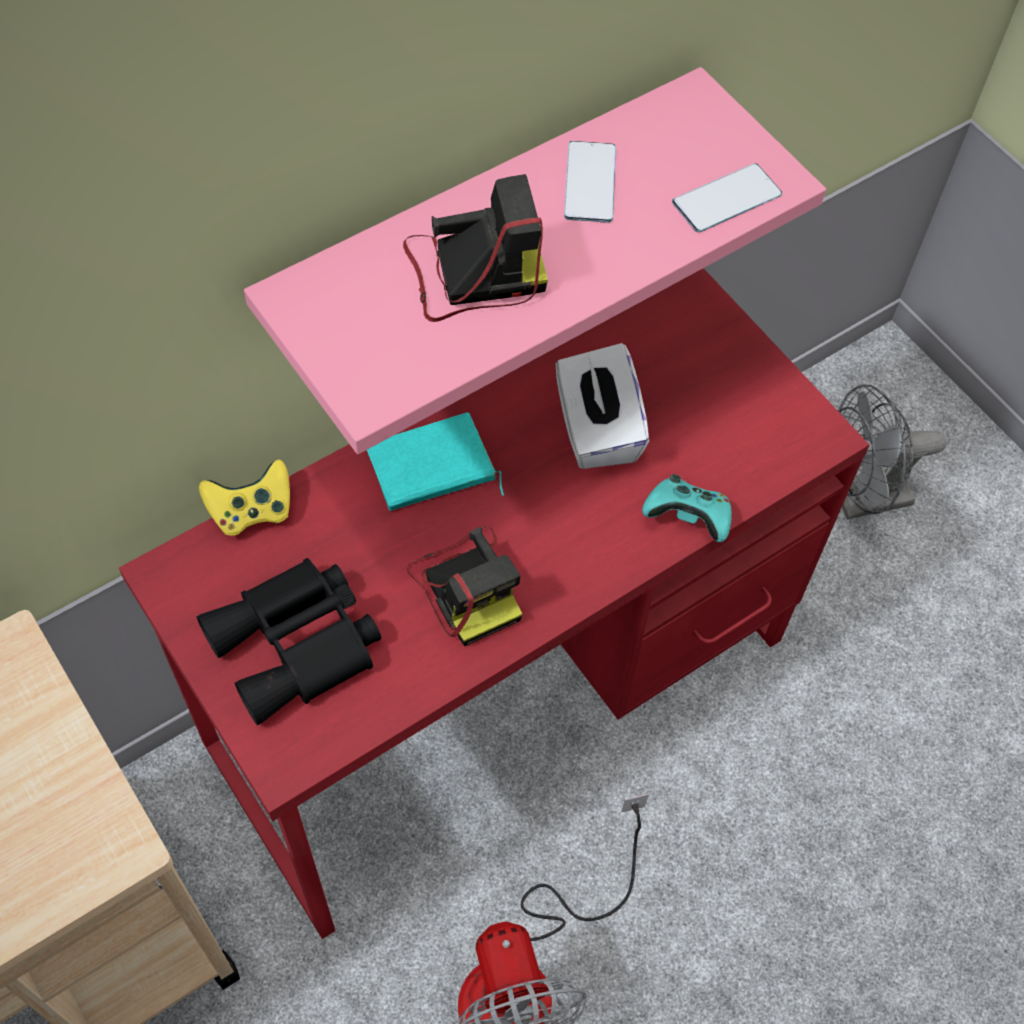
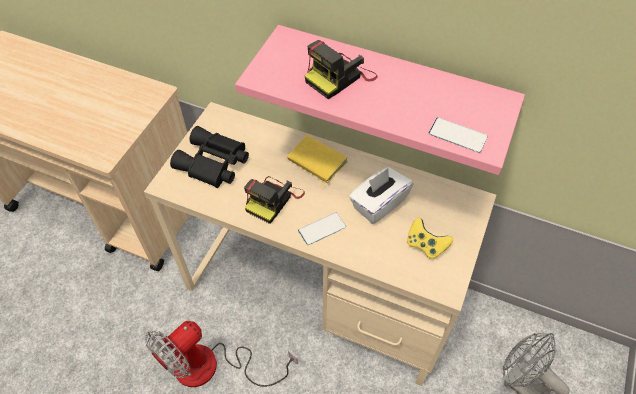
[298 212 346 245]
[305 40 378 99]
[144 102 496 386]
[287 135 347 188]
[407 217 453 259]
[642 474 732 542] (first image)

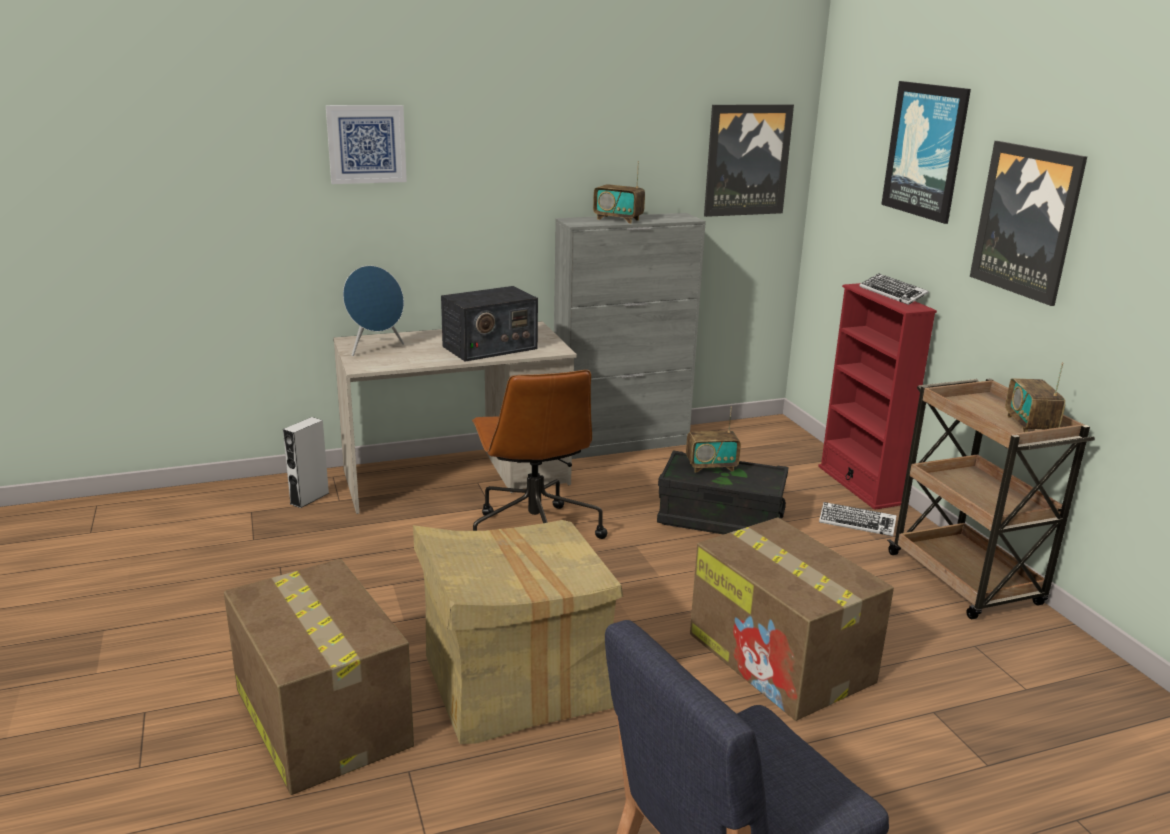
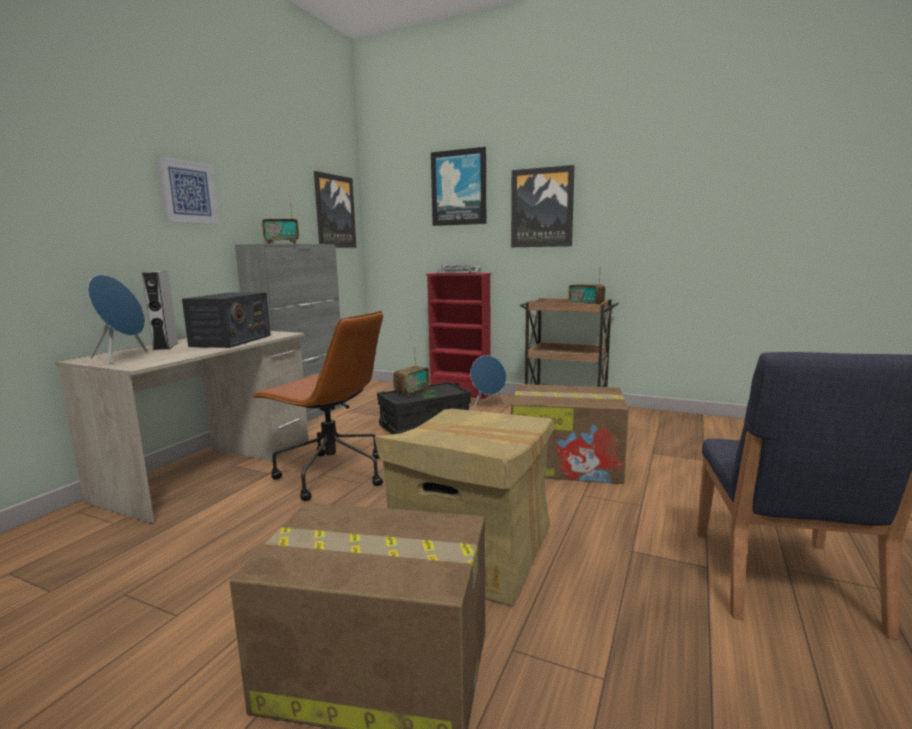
[156 155 219 224]
[142 271 178 350]
[470 356 506 409]

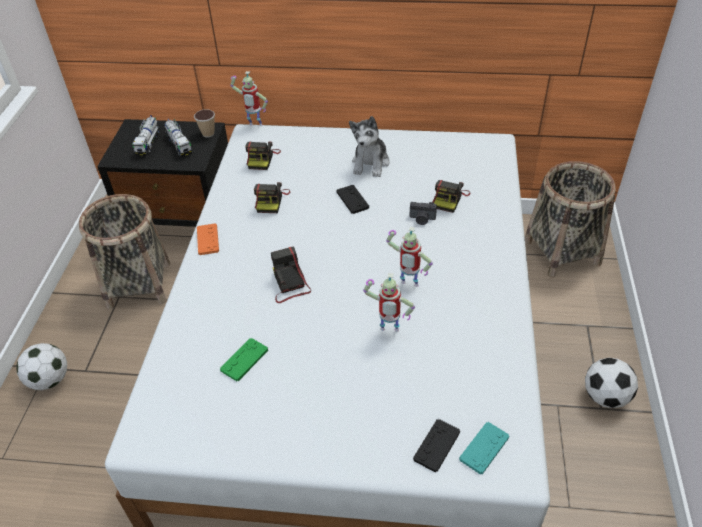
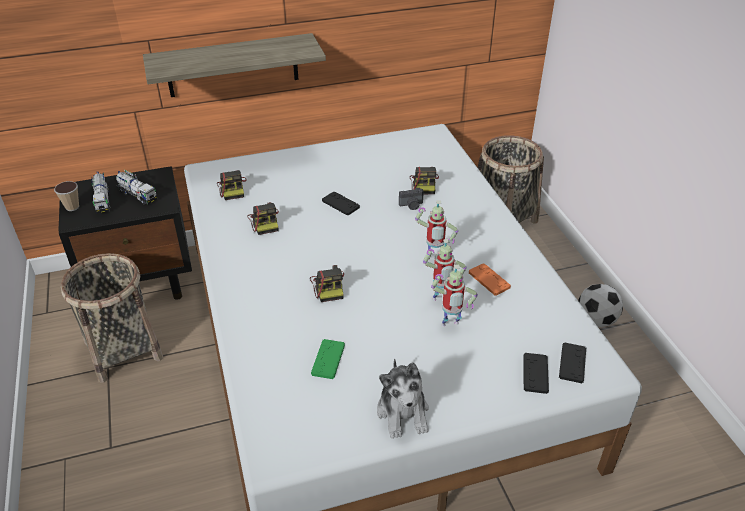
[431 264 478 327]
[54 181 79 211]
[377 359 429 438]
[469 263 511 296]
[310 265 344 302]
[16 343 67 390] (first image)
[559 342 586 383]
[143 33 326 97]

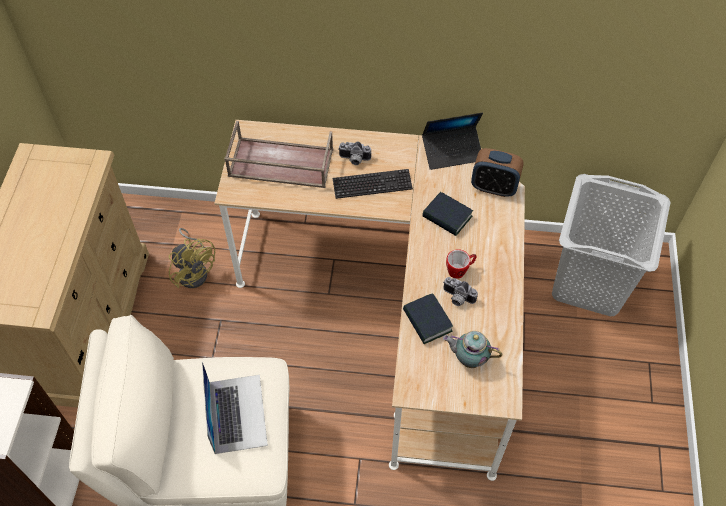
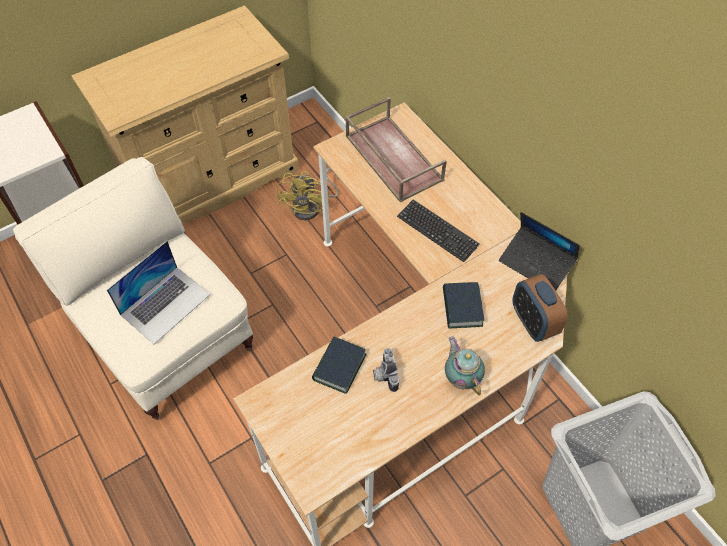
[338 142 371 165] (first image)
[446 249 476 279] (first image)
[445 336 485 395]

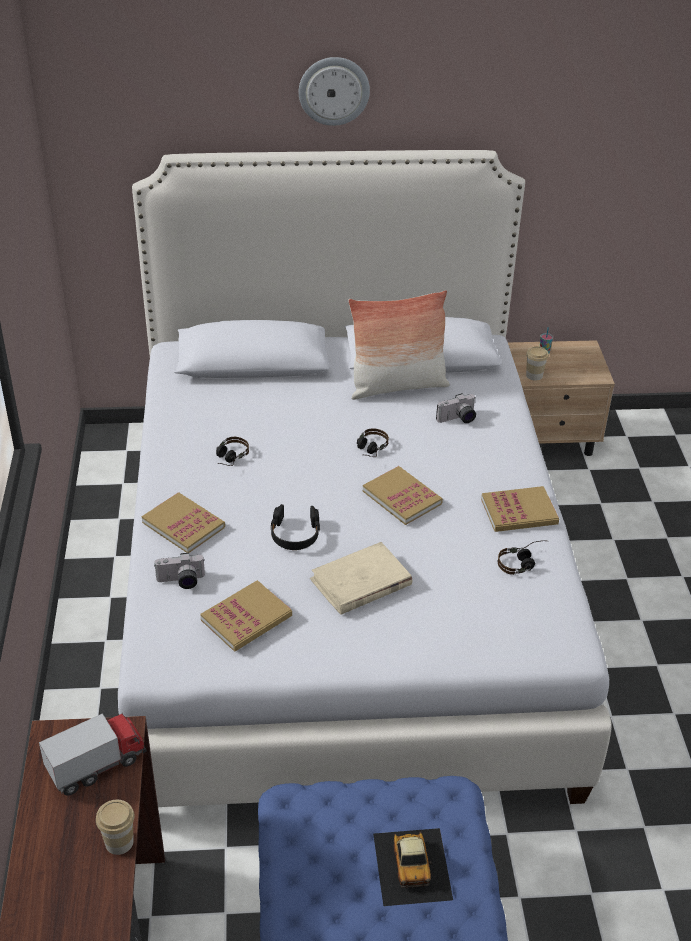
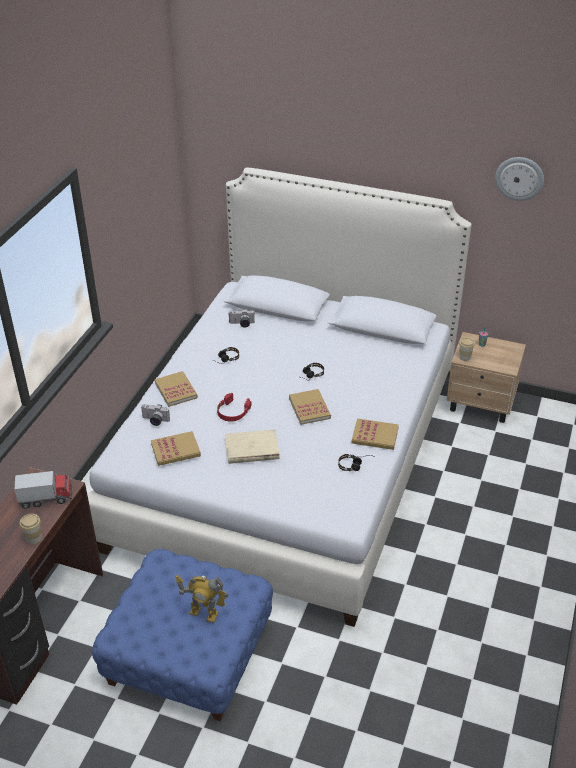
[495 157 544 201]
[348 290 450 400] (first image)
[229 309 255 327]
[217 393 252 422]
[175 575 229 623]

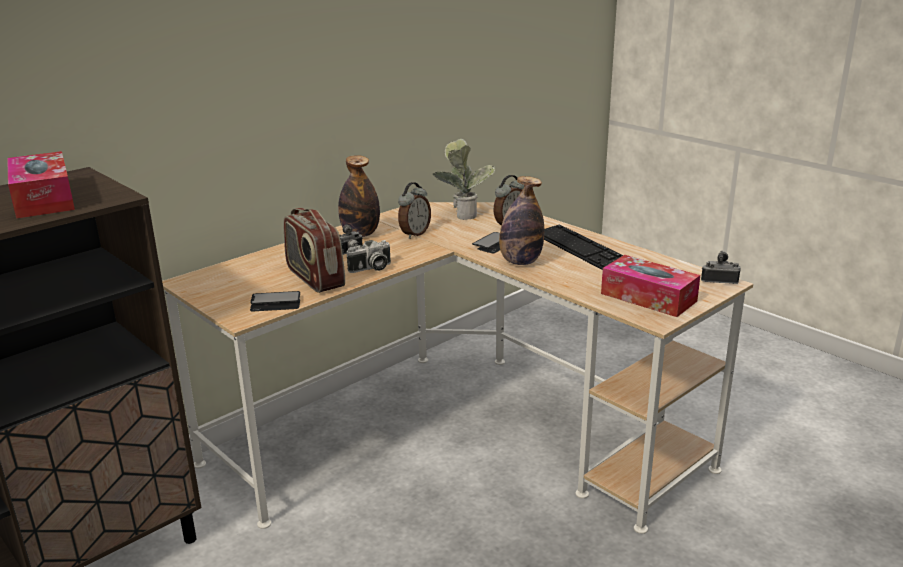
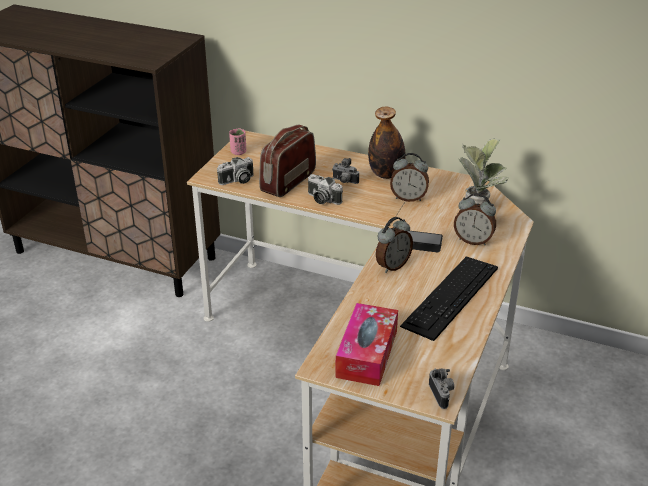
[7 151 75 219] (first image)
[376 217 413 273]
[217 157 254 185]
[229 129 246 155]

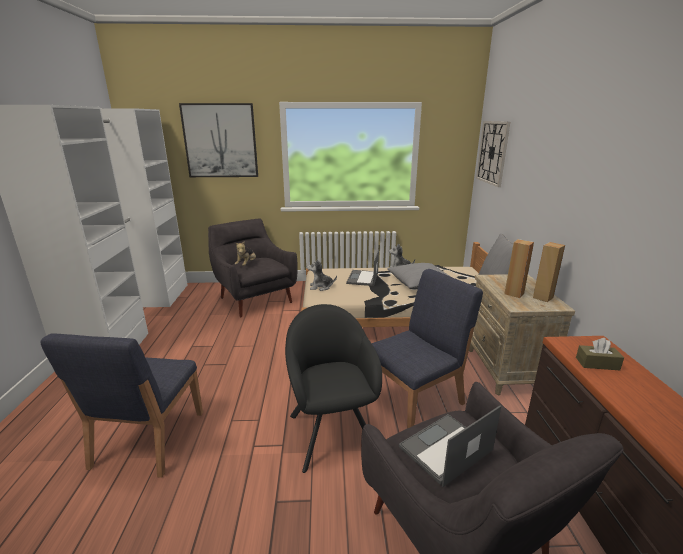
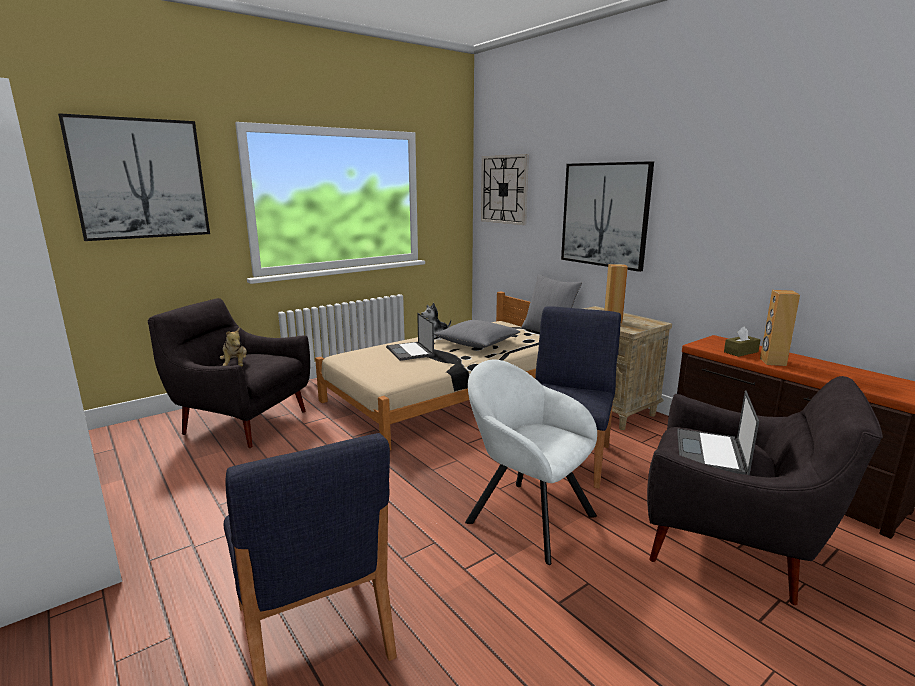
[760 290 800 366]
[307 259 337 291] (first image)
[465 360 597 565]
[561 161 654 272]

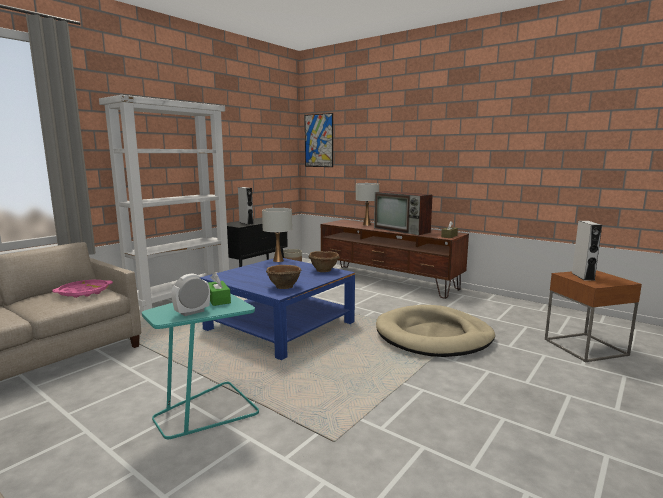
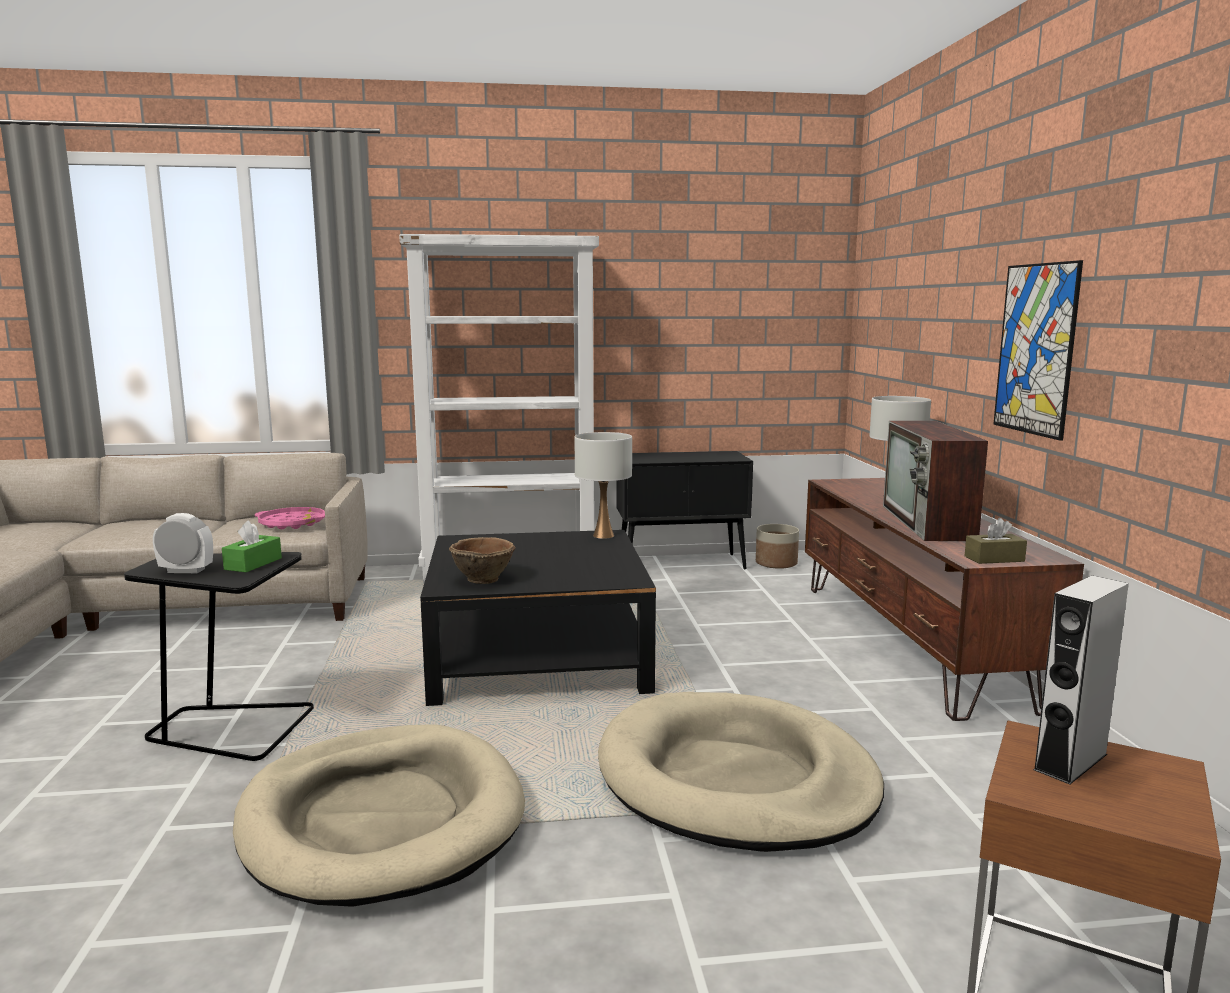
[993 260 1083 441]
[238 187 253 225] (first image)
[309 251 340 272] (first image)
[420 530 656 706]
[124 552 314 761]
[233 724 525 907]

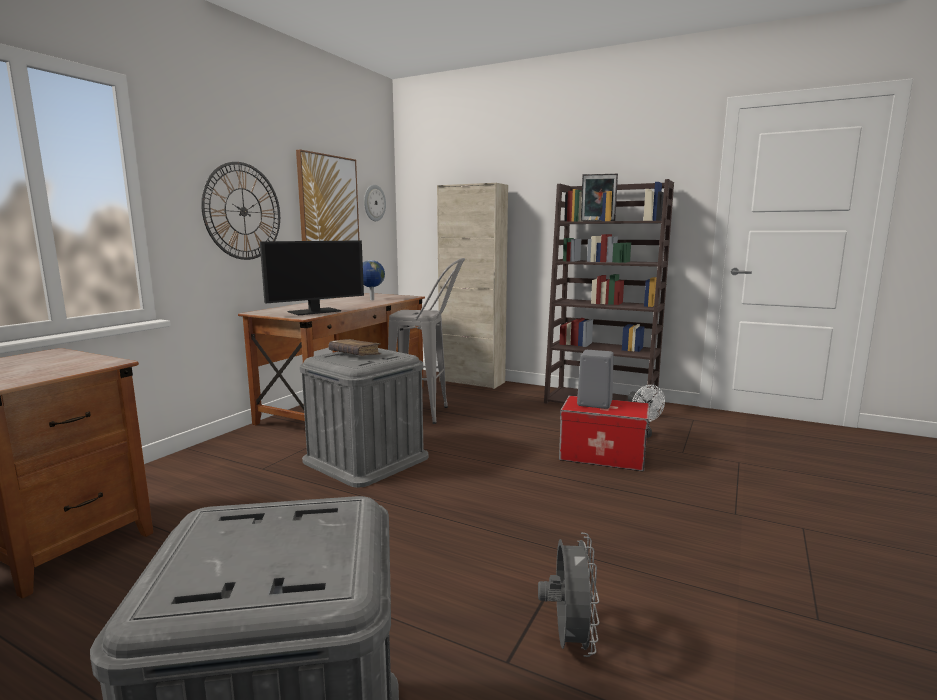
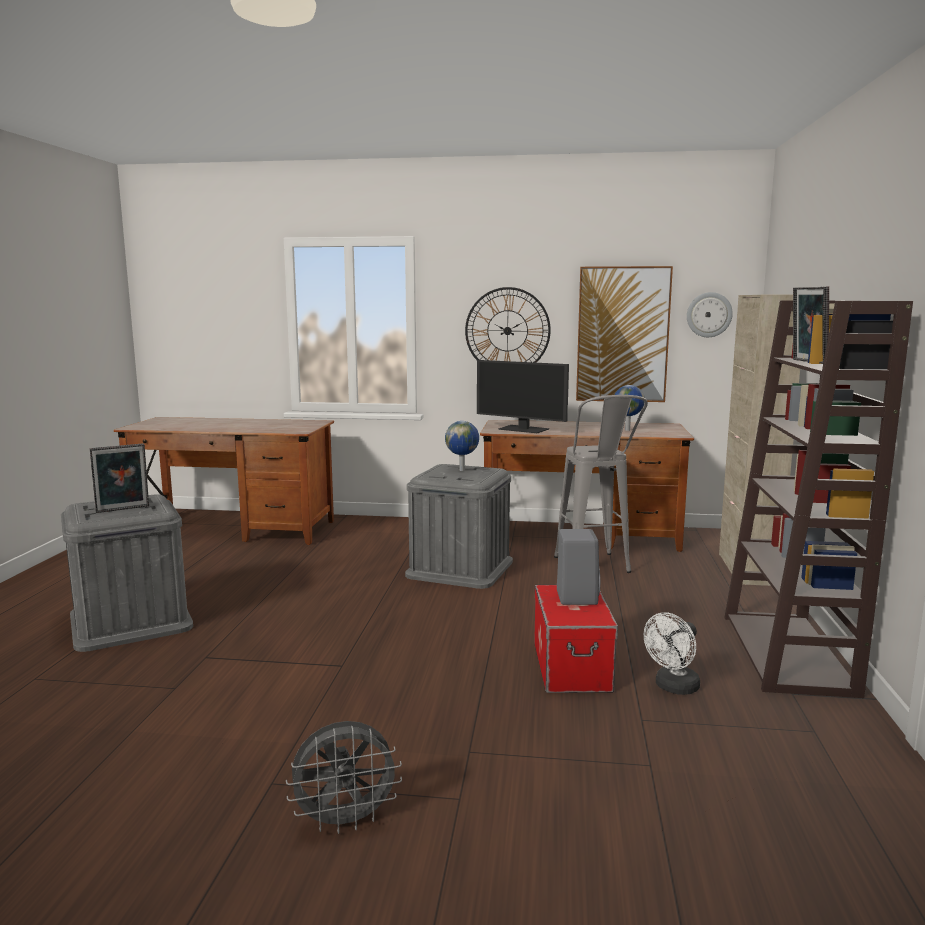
[445 421 479 471]
[286 721 402 834]
[89 443 149 513]

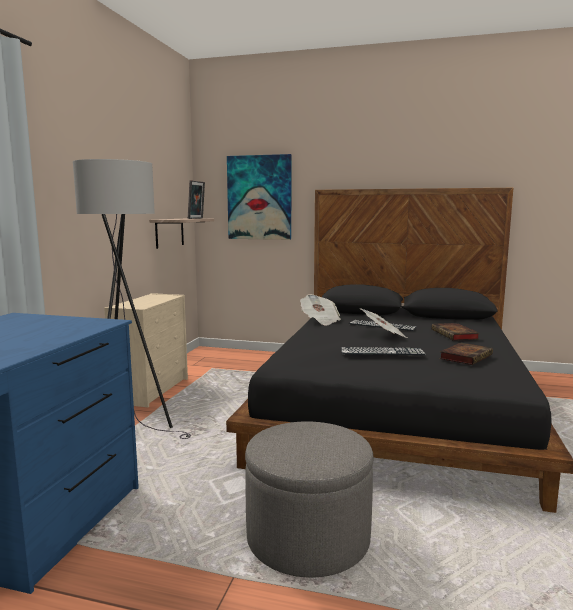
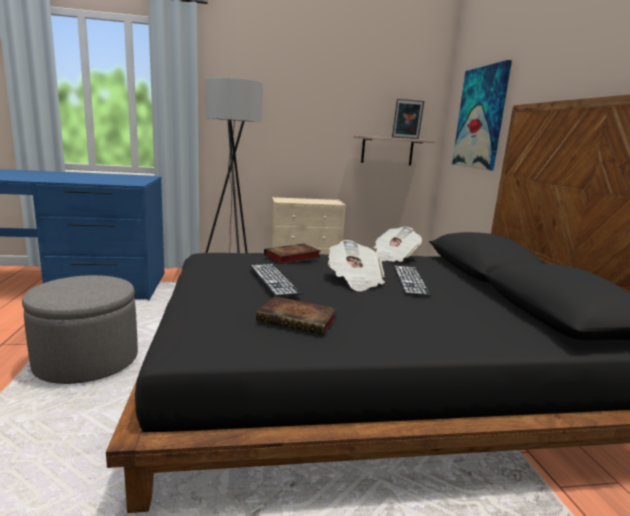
[264 243 321 264]

